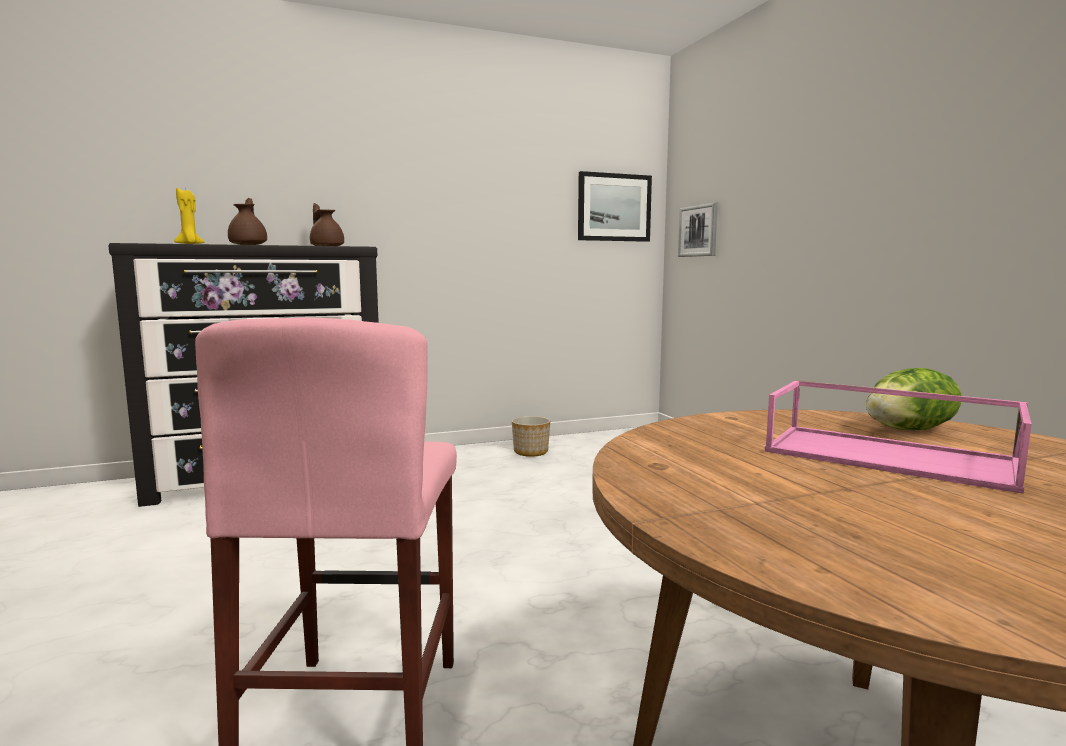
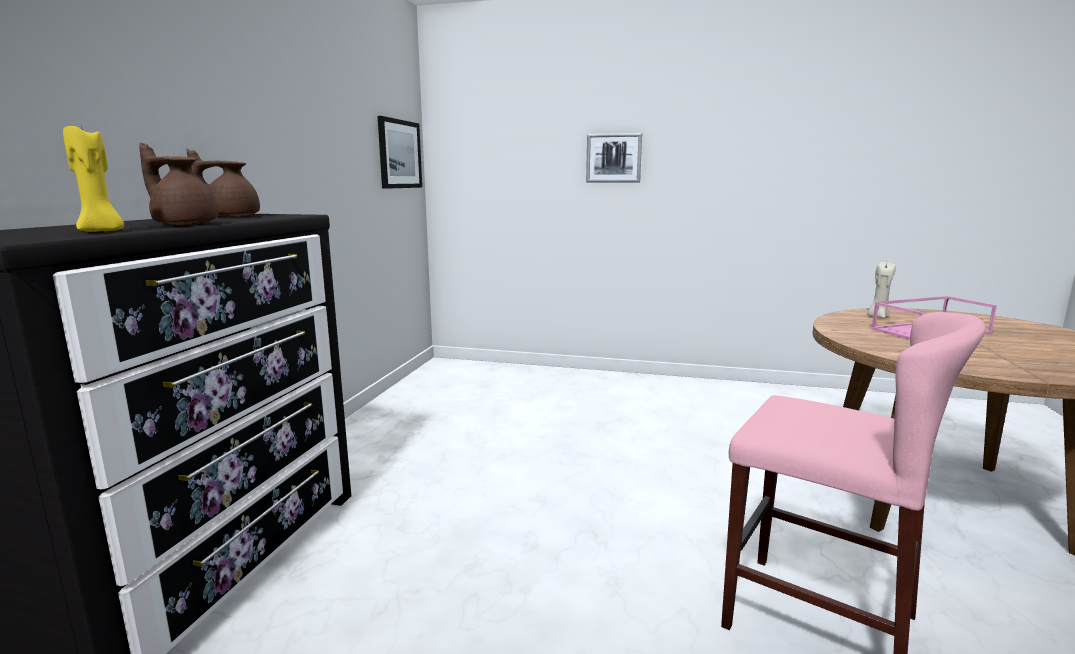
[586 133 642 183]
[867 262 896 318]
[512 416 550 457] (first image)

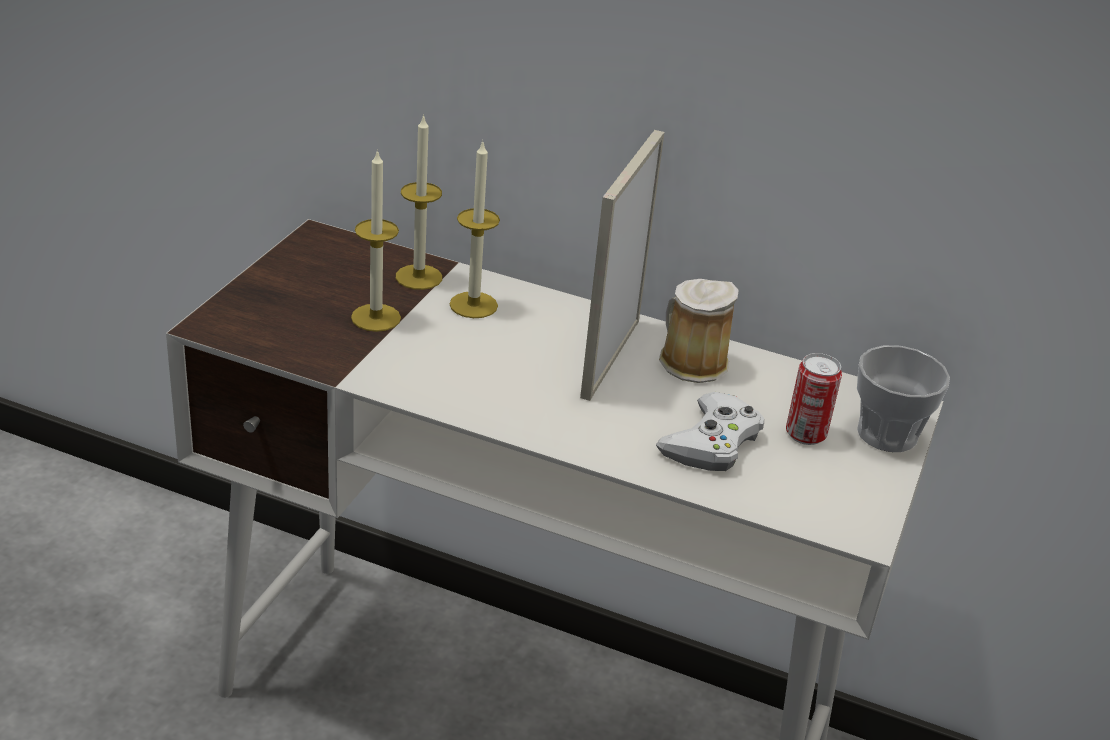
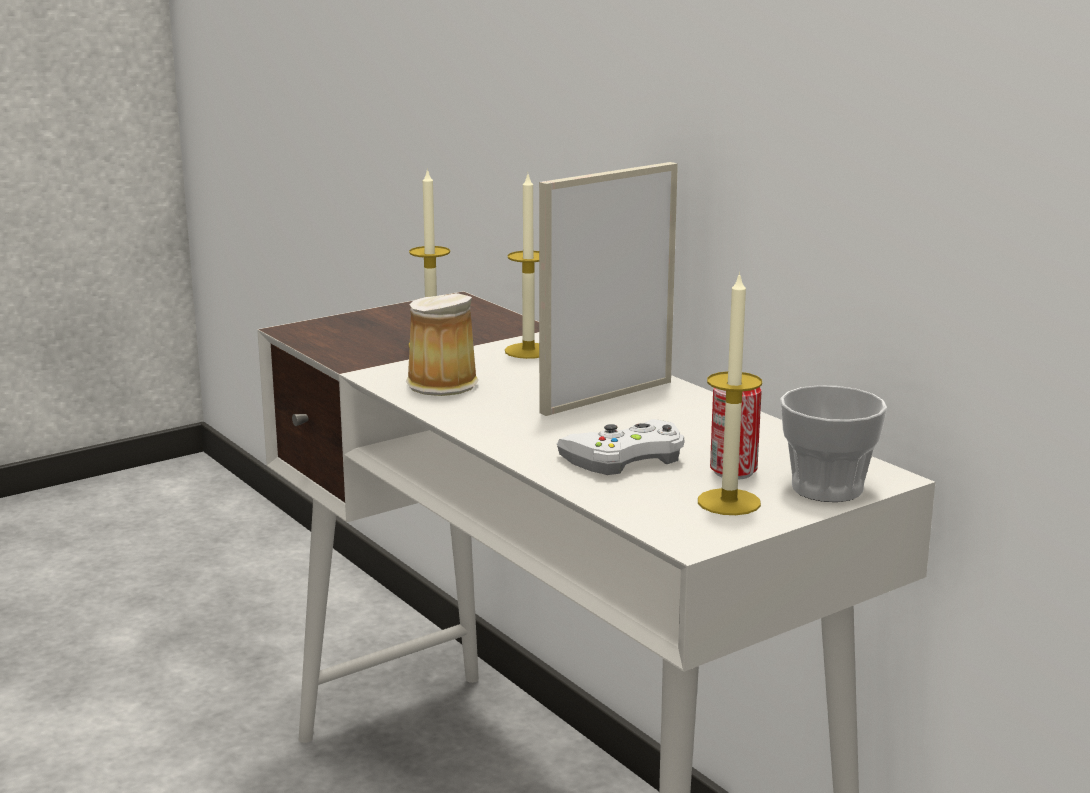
[698 272 762 515]
[406 293 479 396]

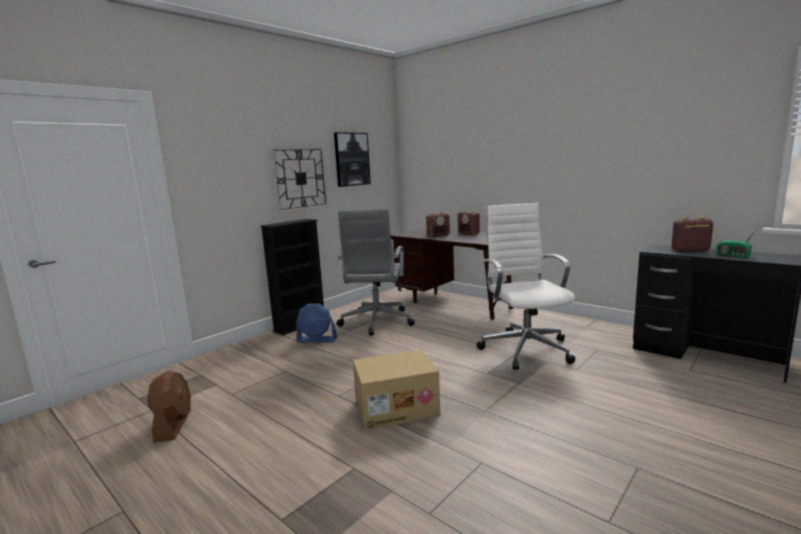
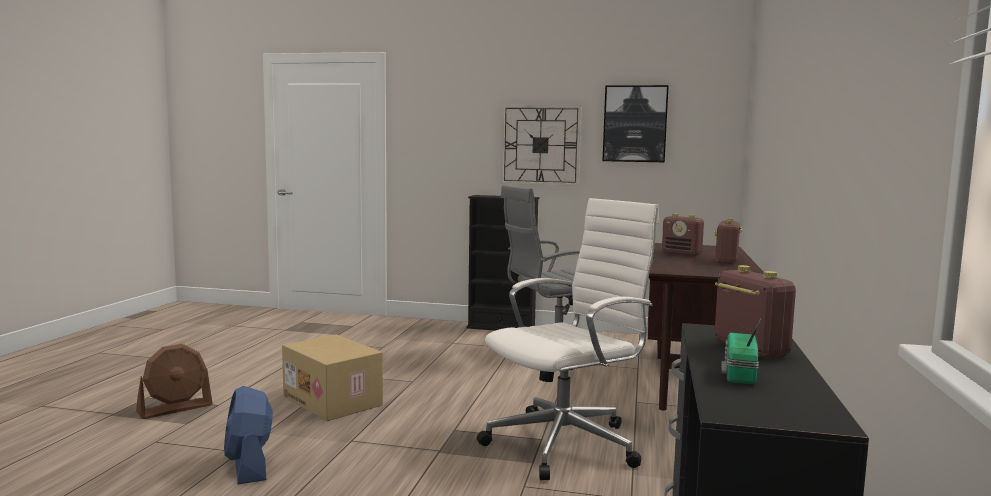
[224 386 273 484]
[136 344 213 419]

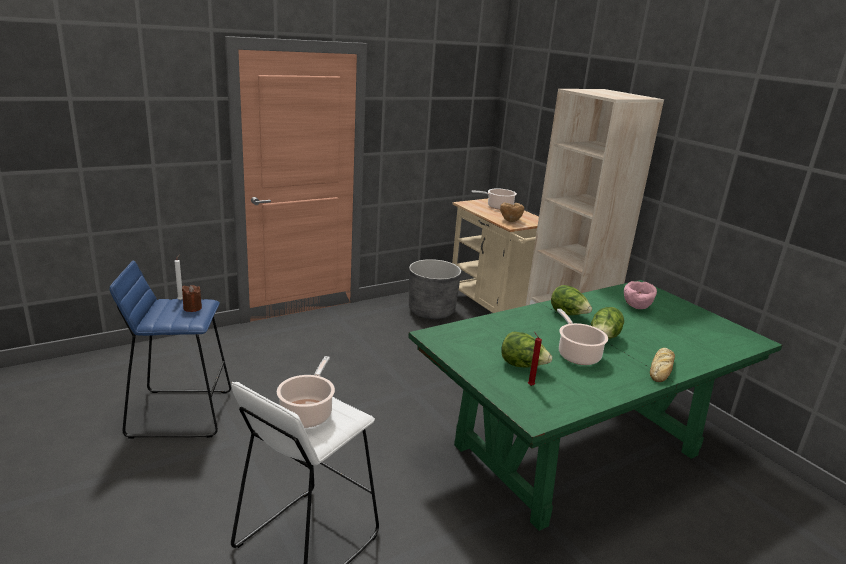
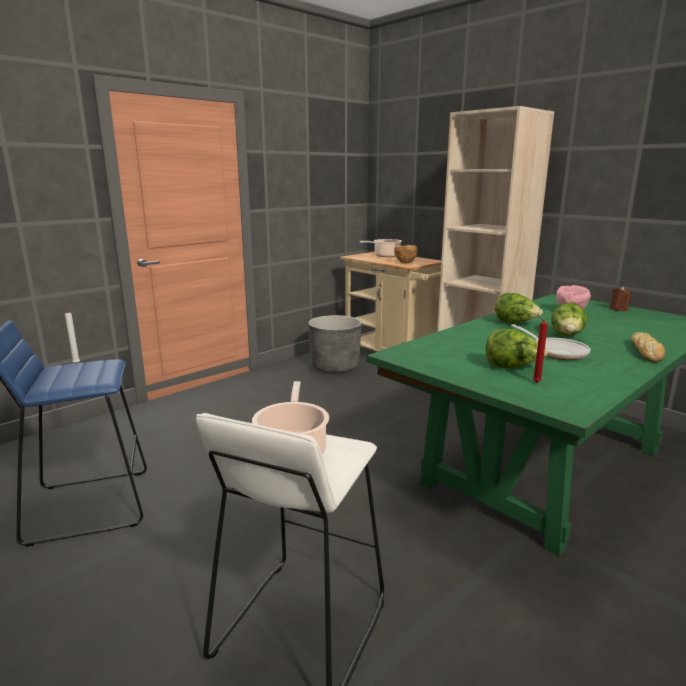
[610 286 631 311]
[511 324 590 360]

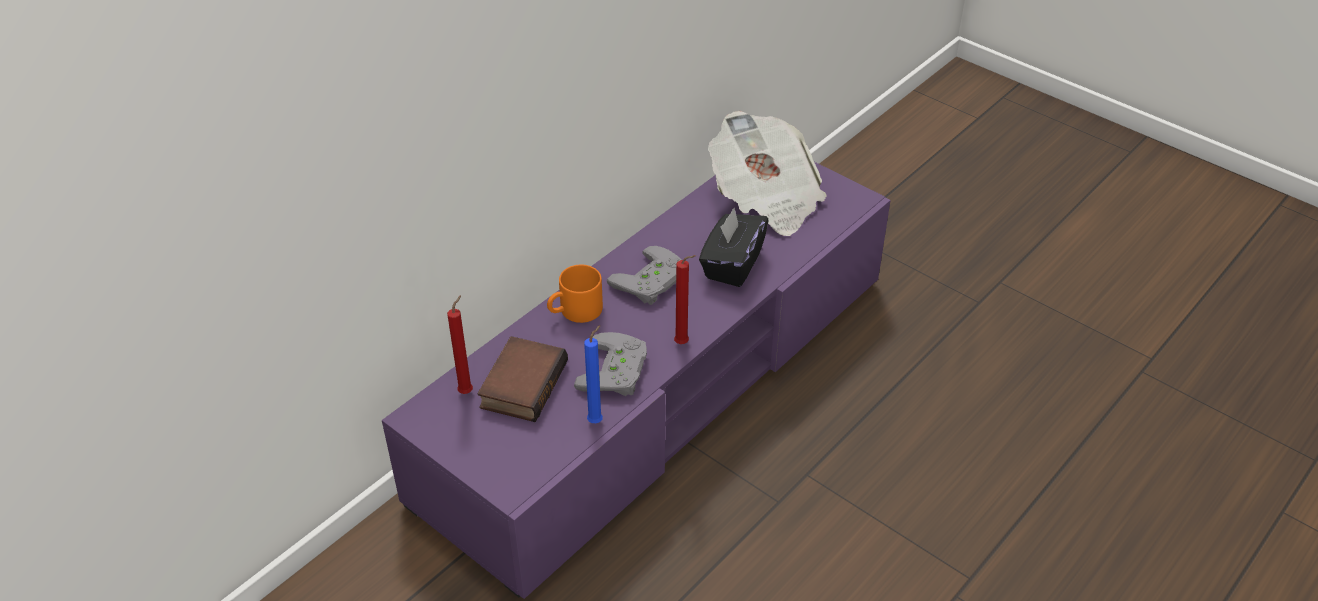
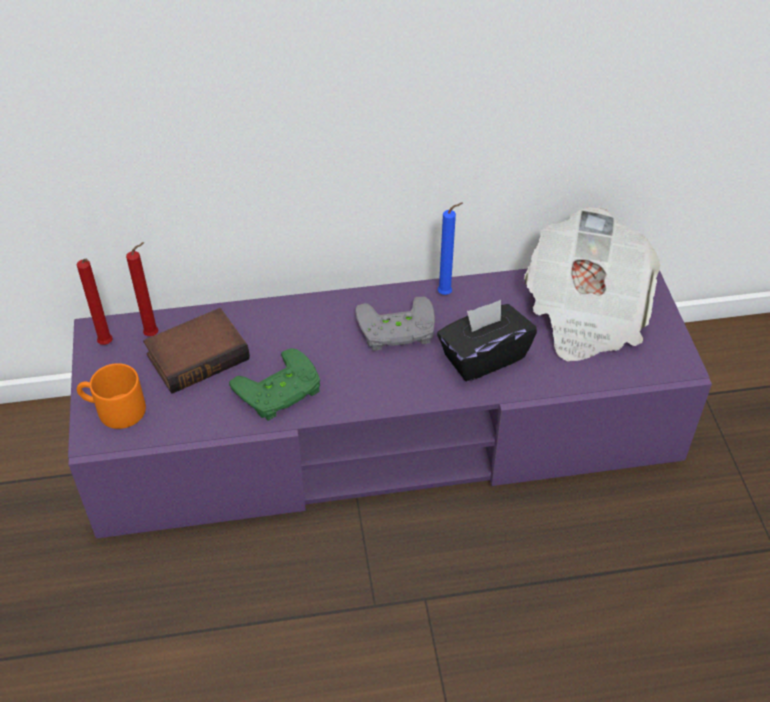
[76 258 113 345]
[77 363 146 429]
[438 202 463 295]
[229 348 320 421]

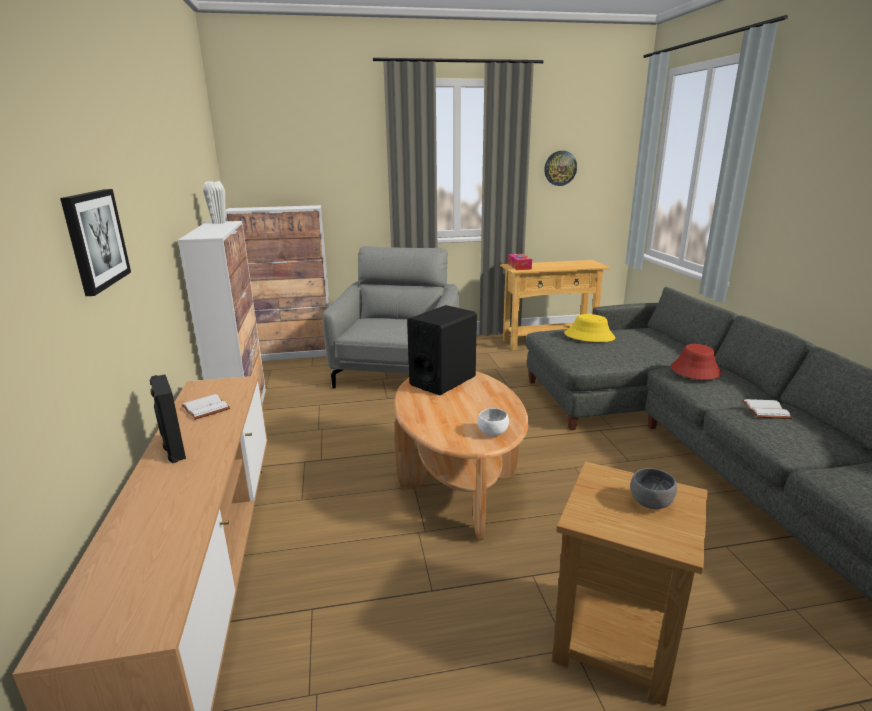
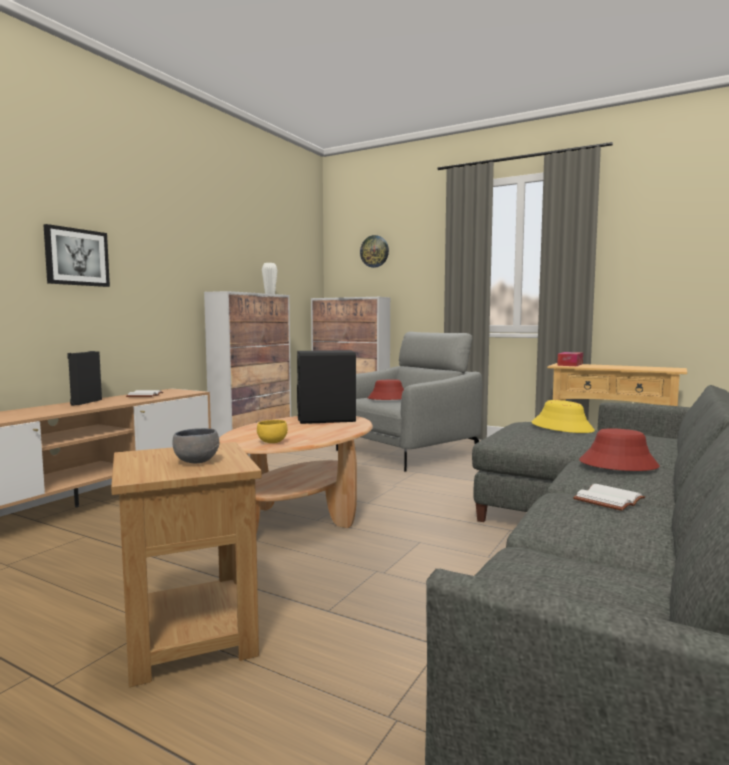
[360 235 389 268]
[257 420 288 443]
[368 380 404 400]

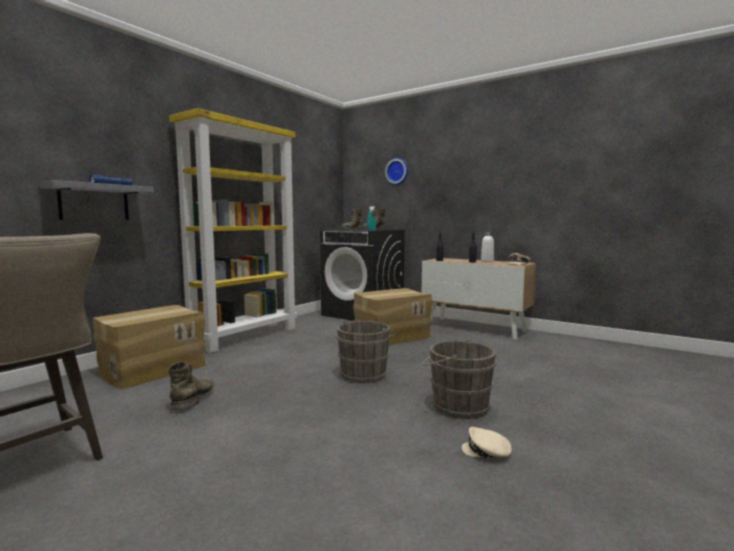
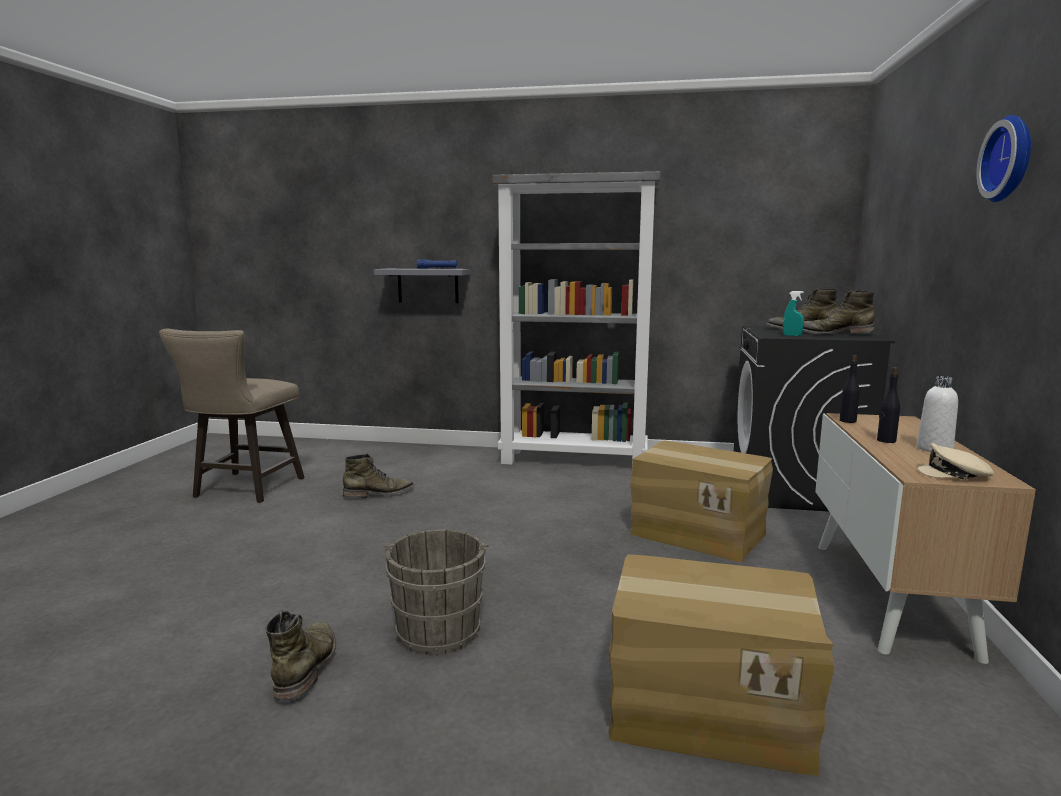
[492 171 661 465]
[976 115 1031 202]
[608 554 835 776]
[337 320 397 383] (first image)
[266 610 337 702]

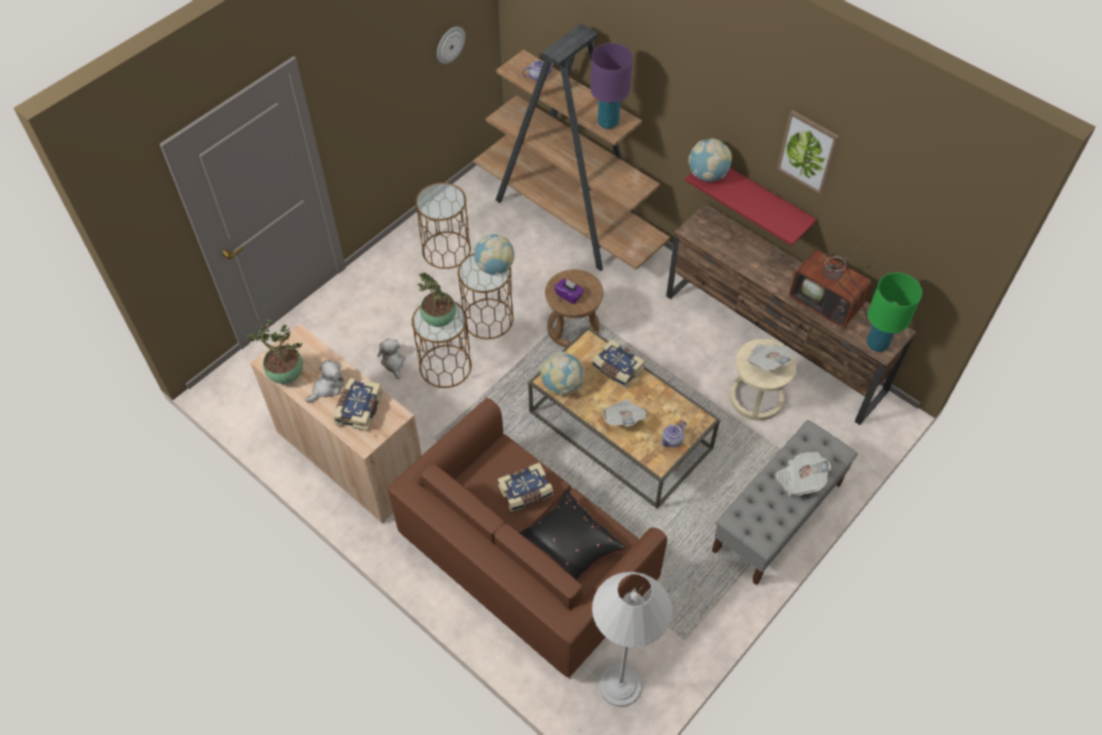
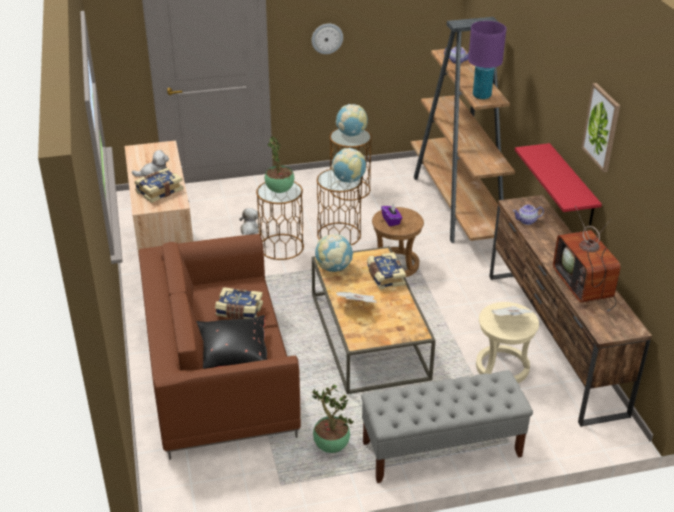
[311 24 343 54]
[336 104 368 137]
[867 272 922 352] (first image)
[312 385 354 453]
[513 205 544 225]
[775 452 831 496] (first image)
[592 572 672 707] (first image)

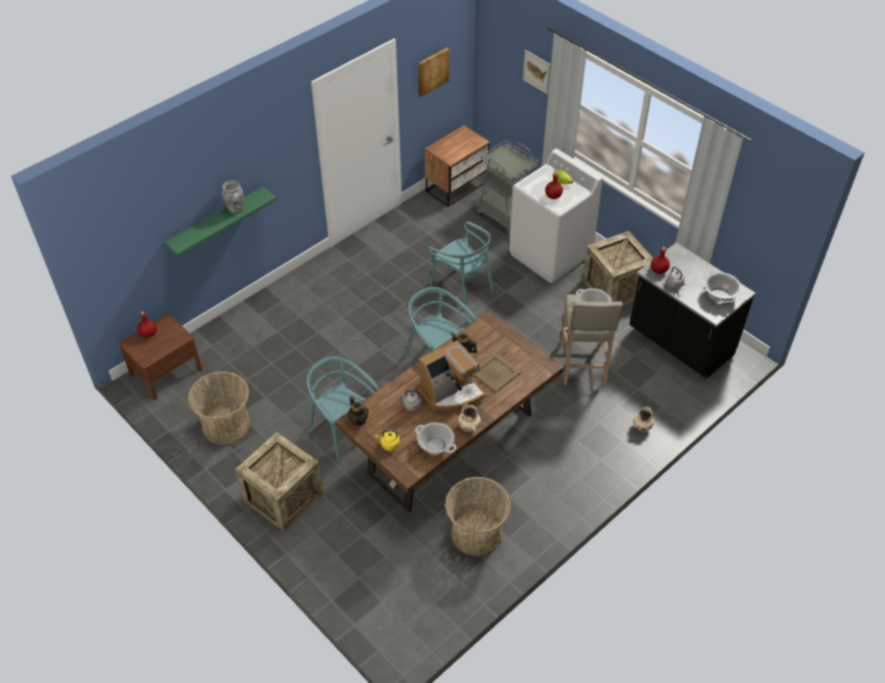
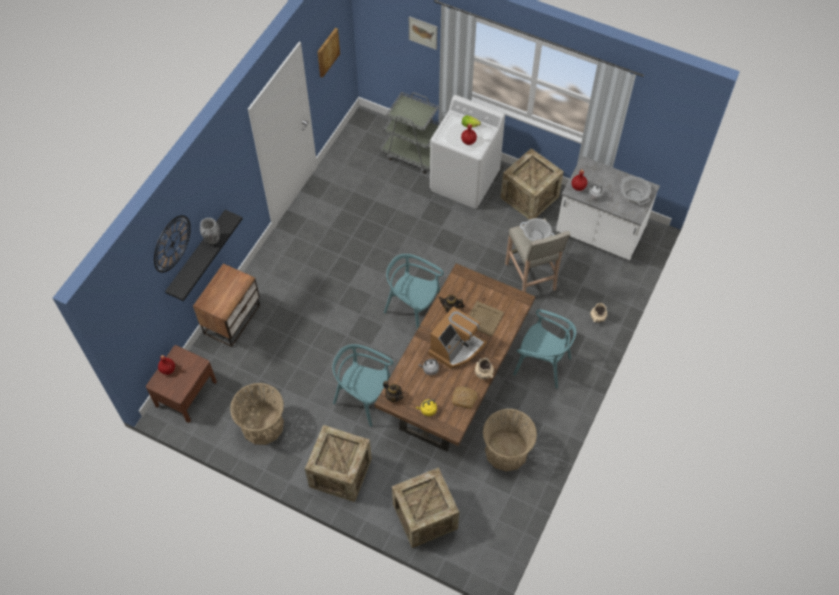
[193 263 260 347]
[165 210 243 301]
[513 309 576 389]
[556 156 660 260]
[452 386 478 409]
[154 215 191 273]
[392 467 459 548]

